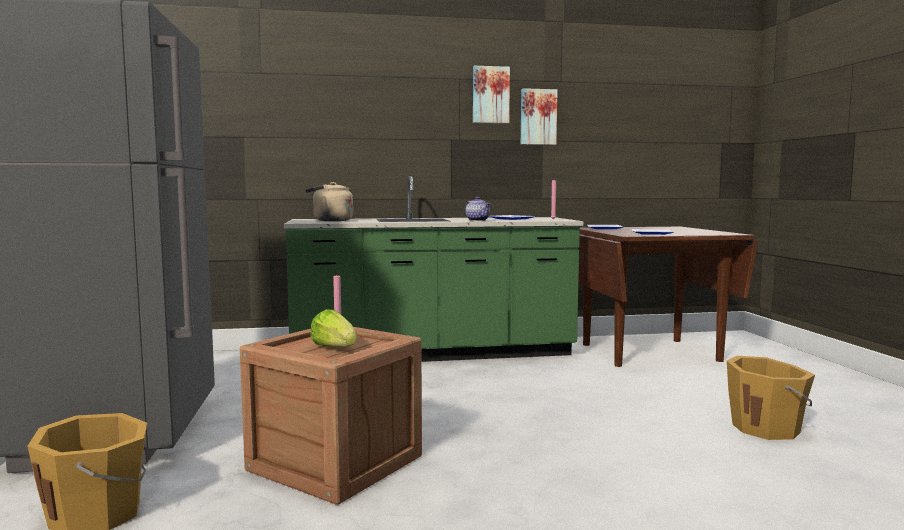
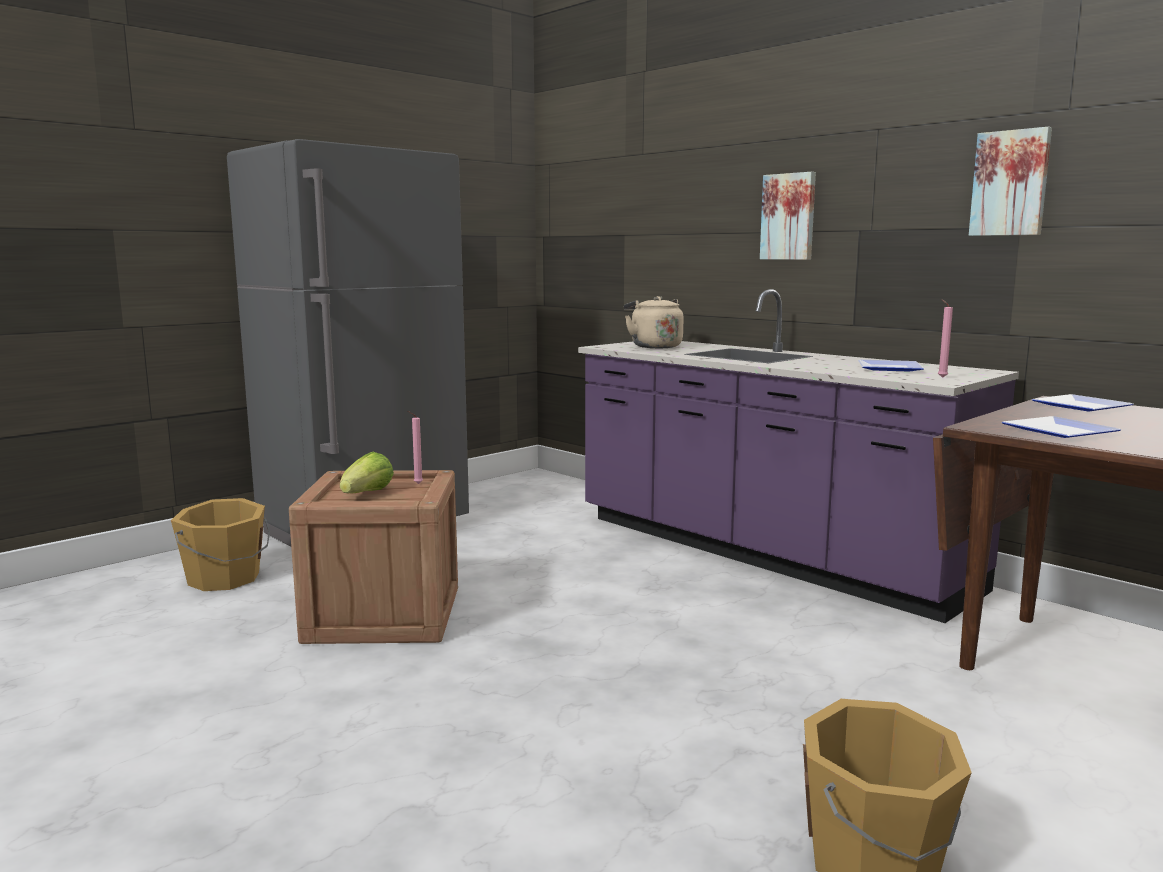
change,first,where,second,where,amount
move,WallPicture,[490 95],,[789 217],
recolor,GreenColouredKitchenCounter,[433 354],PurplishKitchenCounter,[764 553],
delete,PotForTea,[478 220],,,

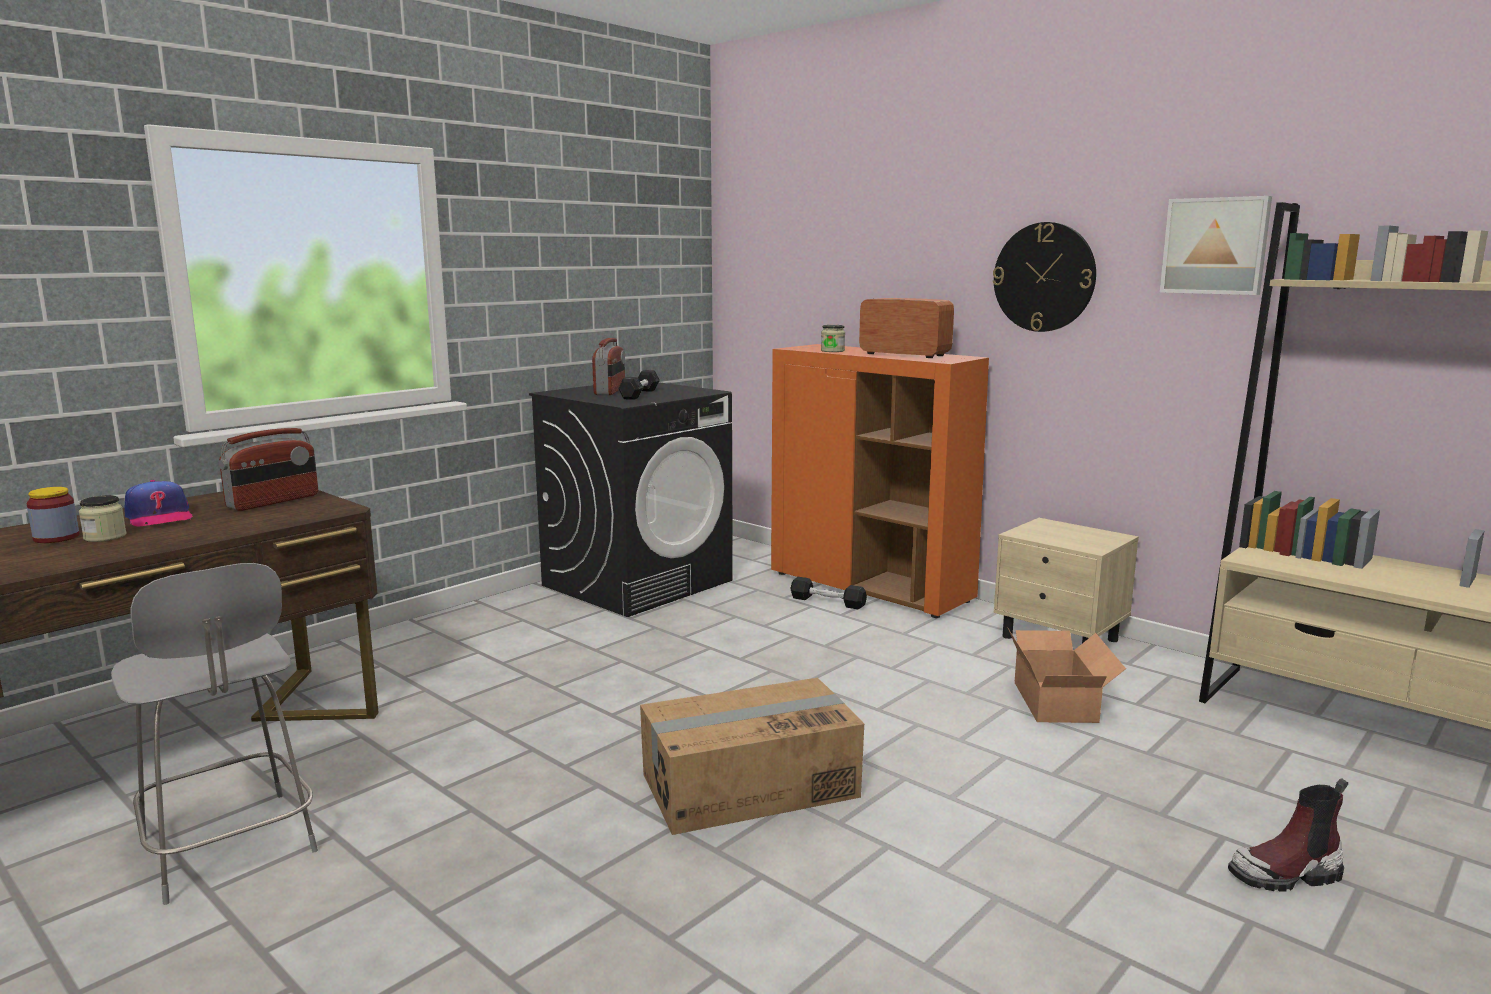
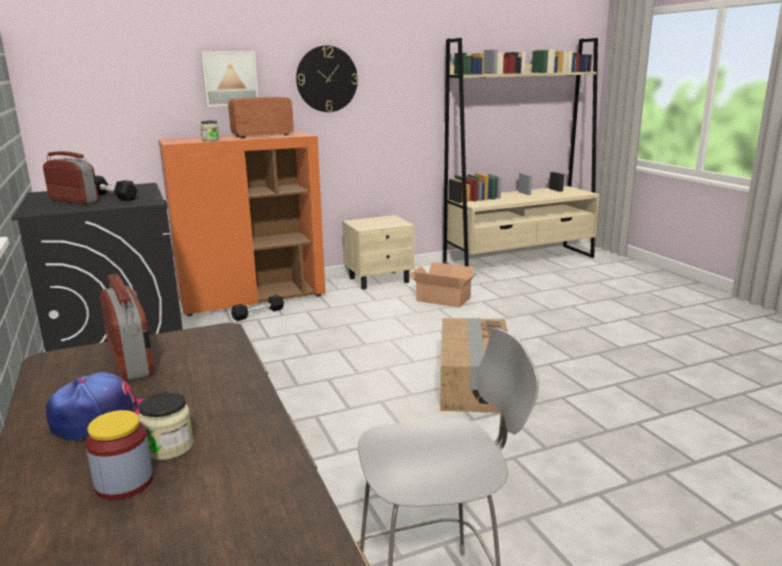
change,first,where,second,where,amount
move,WallPicture,[1215 246],,[229 78],
delete,TallBoot,[1286 874],,,

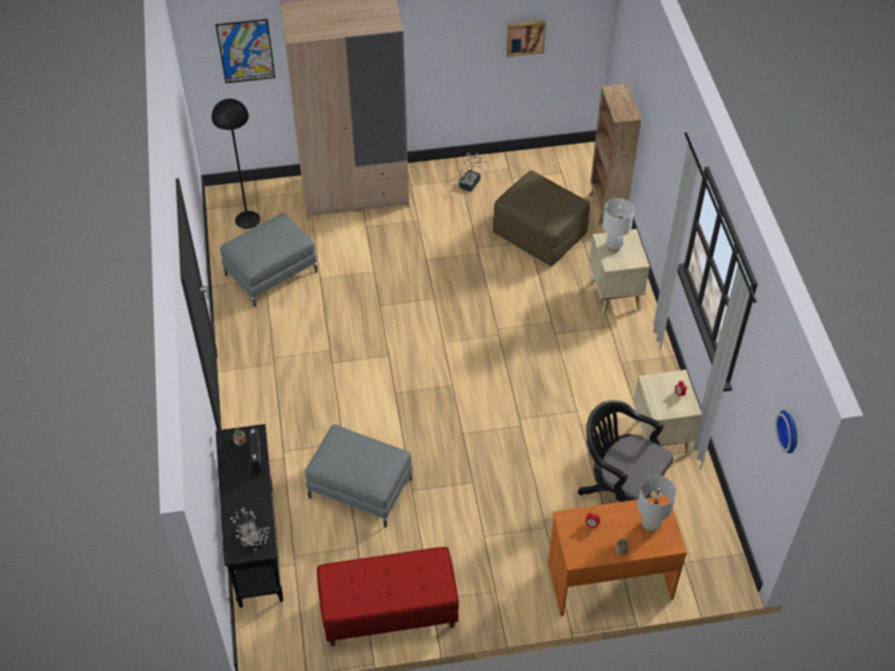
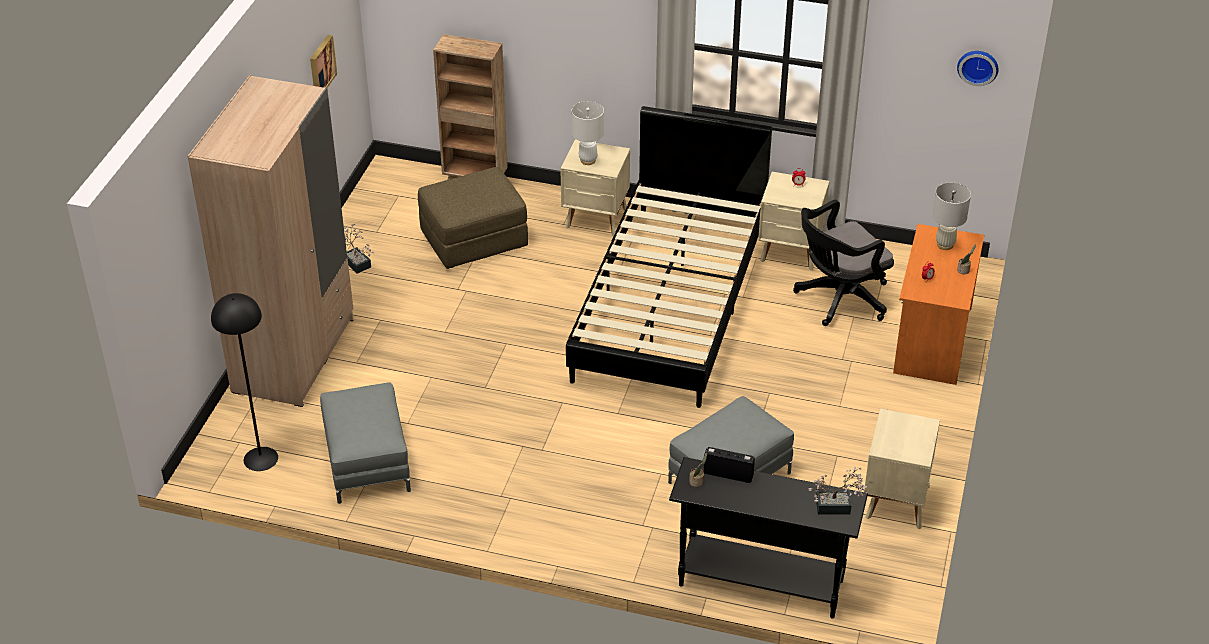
change,first,where,second,where,amount
delete,WallPicture,[246 51],,,
replace,ReddishIndoorBench,[388 612],BeigeColouredBedsideTable,[896 502],
insert,,,BlackSleepingBed,[670 304],

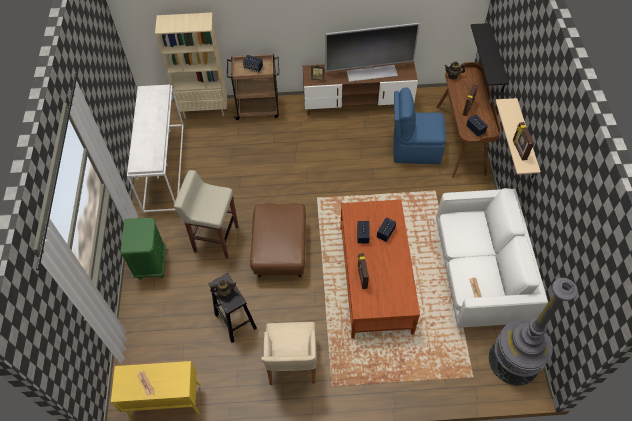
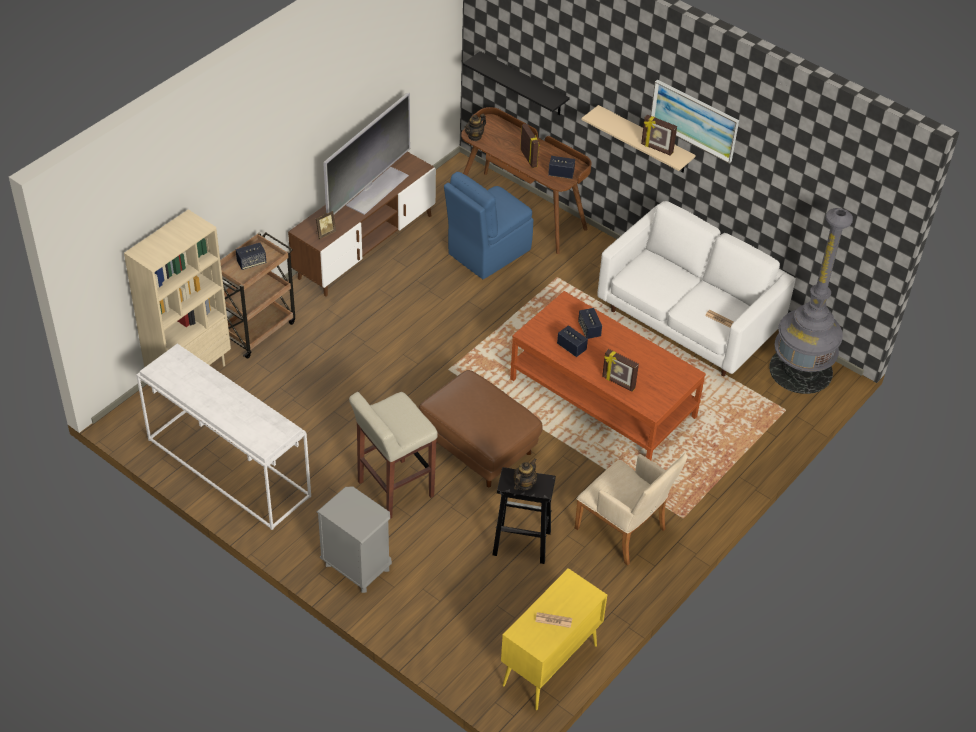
change,first,where,second,where,amount
recolor,GreenColouredBedsideTable,[152 263],GreyishBedsideTable,[356 567],
insert,,,WallPicture,[694 120],

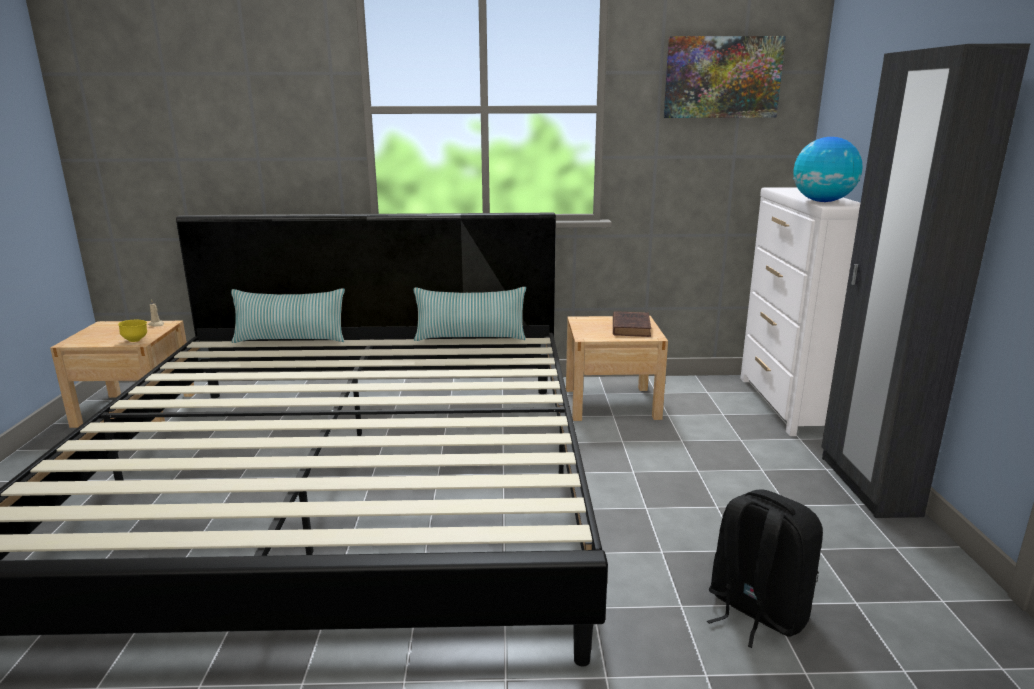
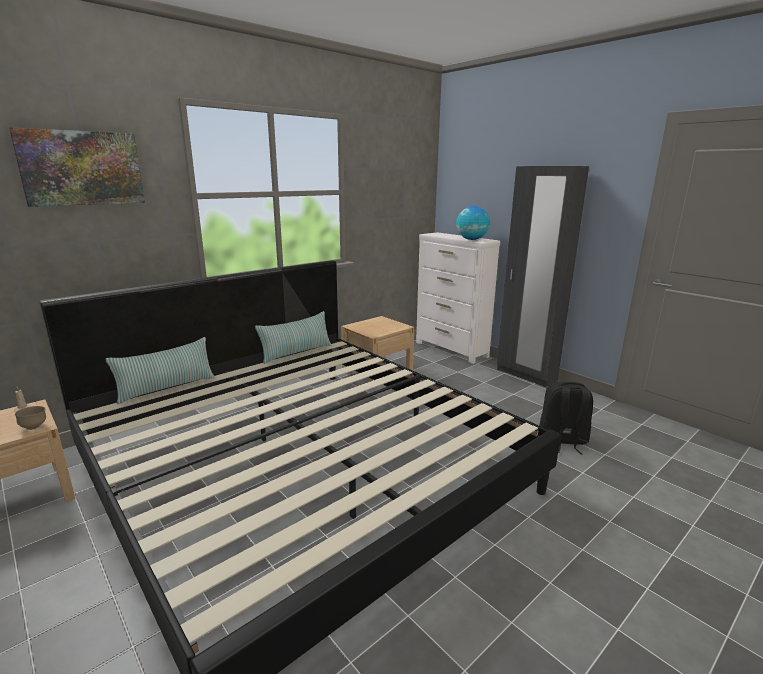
change,first,where,second,where,amount
move,WallPicture,[722 77],,[82 168],
delete,BrownVolume,[631 327],,,
recolor,YellowColouredBowl,[136 340],BrownBowl,[34 427],

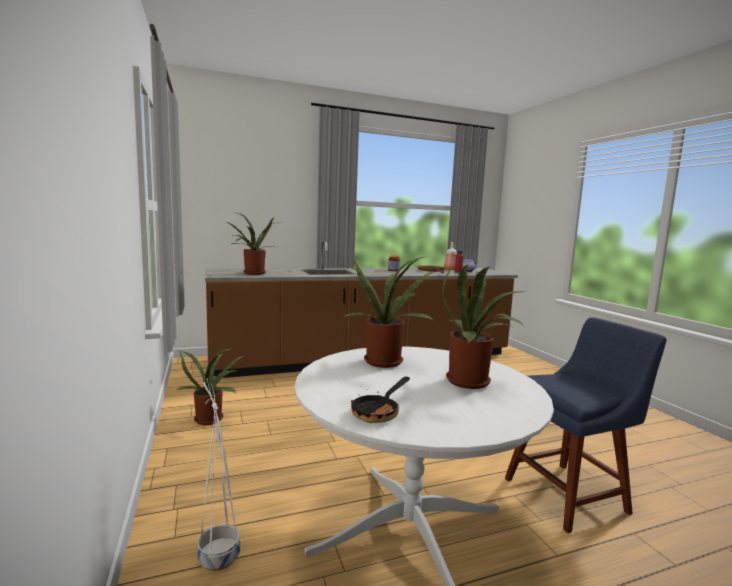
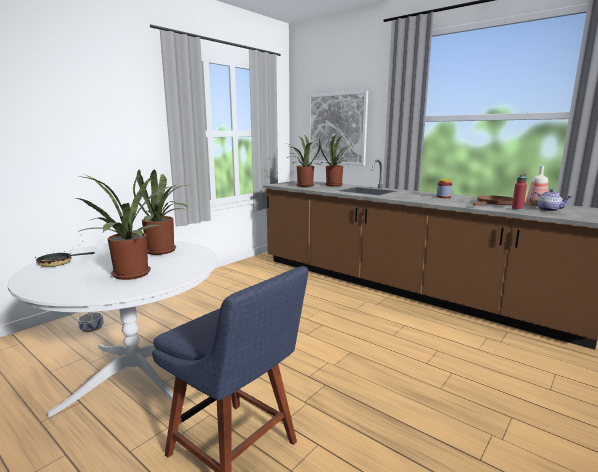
change,first,where,second,where,amount
move,PlantInAPot,[211 418],,[336 185],
insert,,,WallPicture,[336 129],

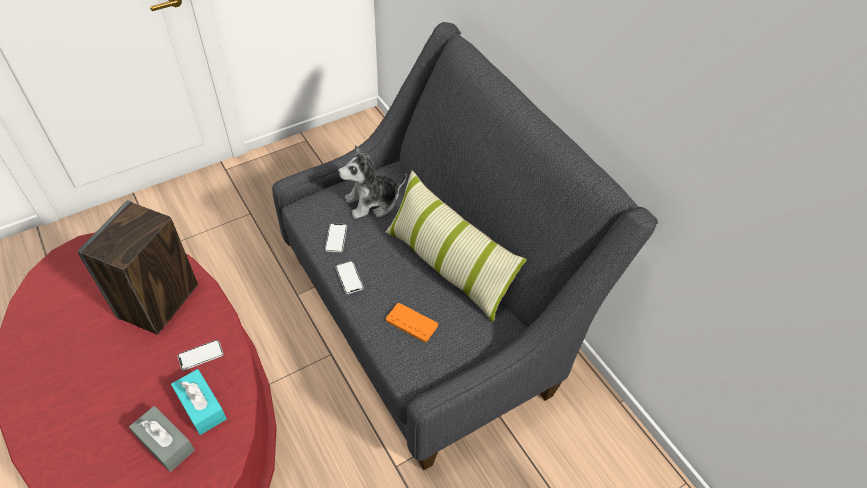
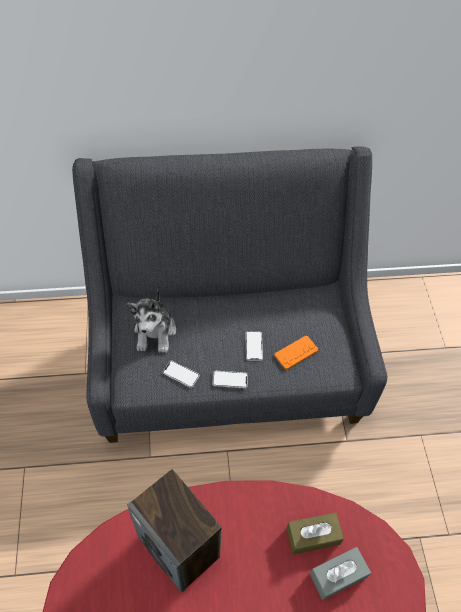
change,first,where,second,where,amount
delete,Pillow,[448 265],,,
move,Telephone,[200 355],,[254 346],
recolor,TurquoiseColouredBoxOfTissues,[201 407],BrownBoxOfTissues,[313 536],

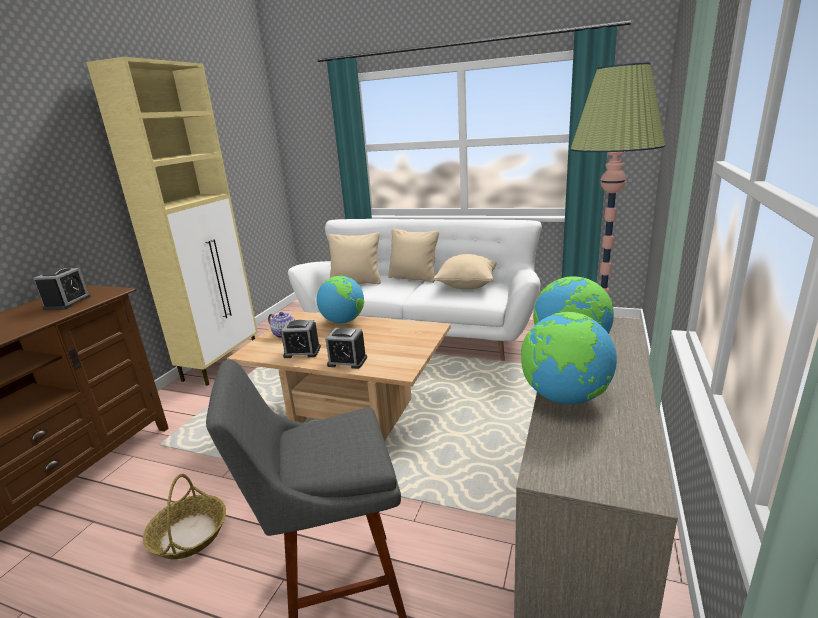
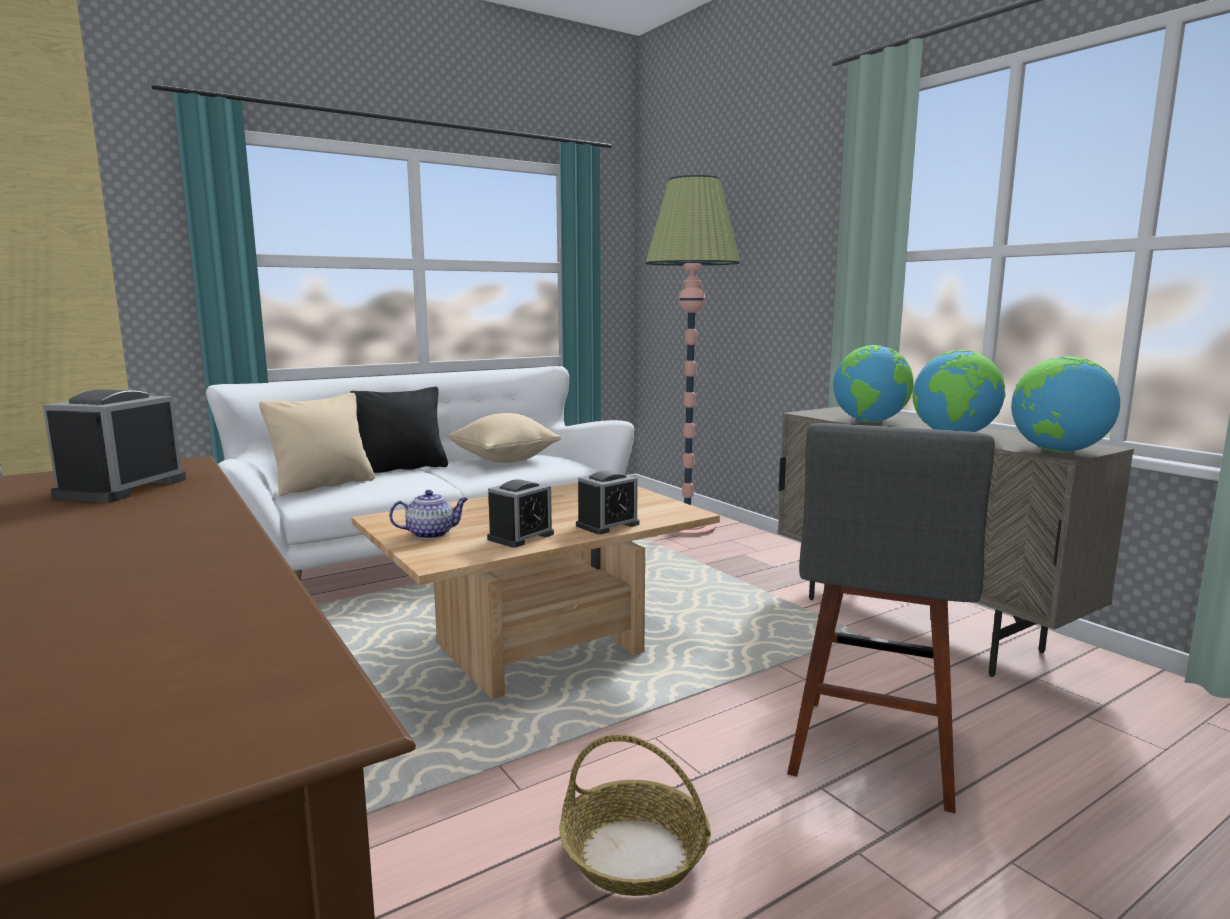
change,first,where,second,where,amount
recolor,BeigeColouredPillow,[413 278],BlackPillow,[402 468],
rotate,AlarmClock,[67 303],,[122 488],120 degrees counterclockwise
move,Globe,[343 321],,[1057 451],

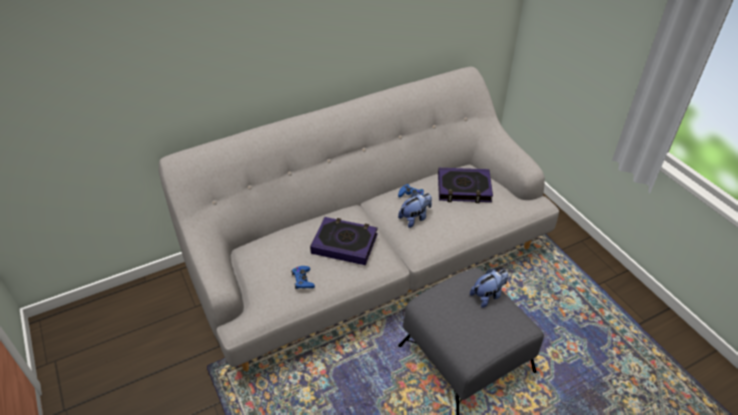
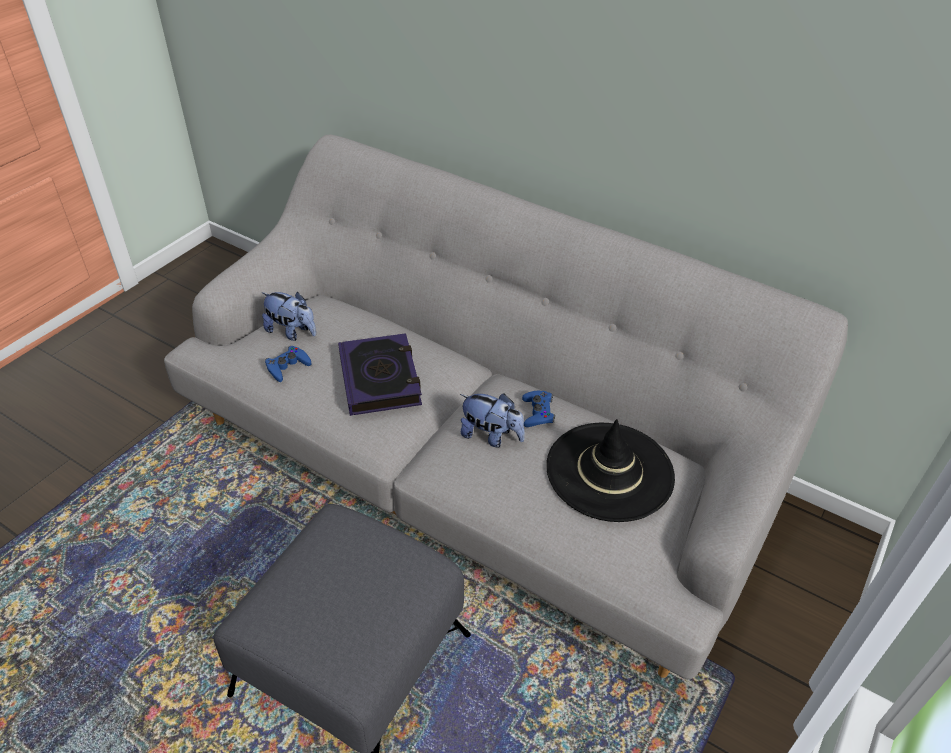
change,first,where,second,where,amount
replace,Volume,[464 189],BlackClothingHat,[609 471],
move,CuddlyToy,[488 295],,[292 332],

